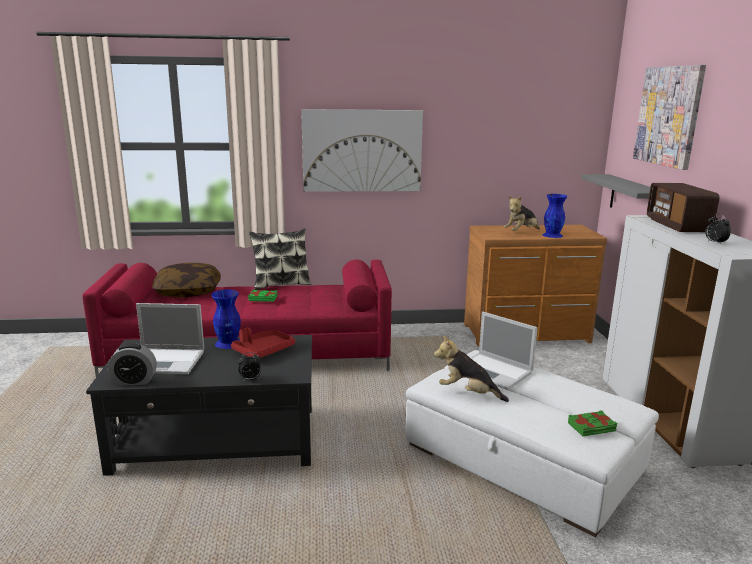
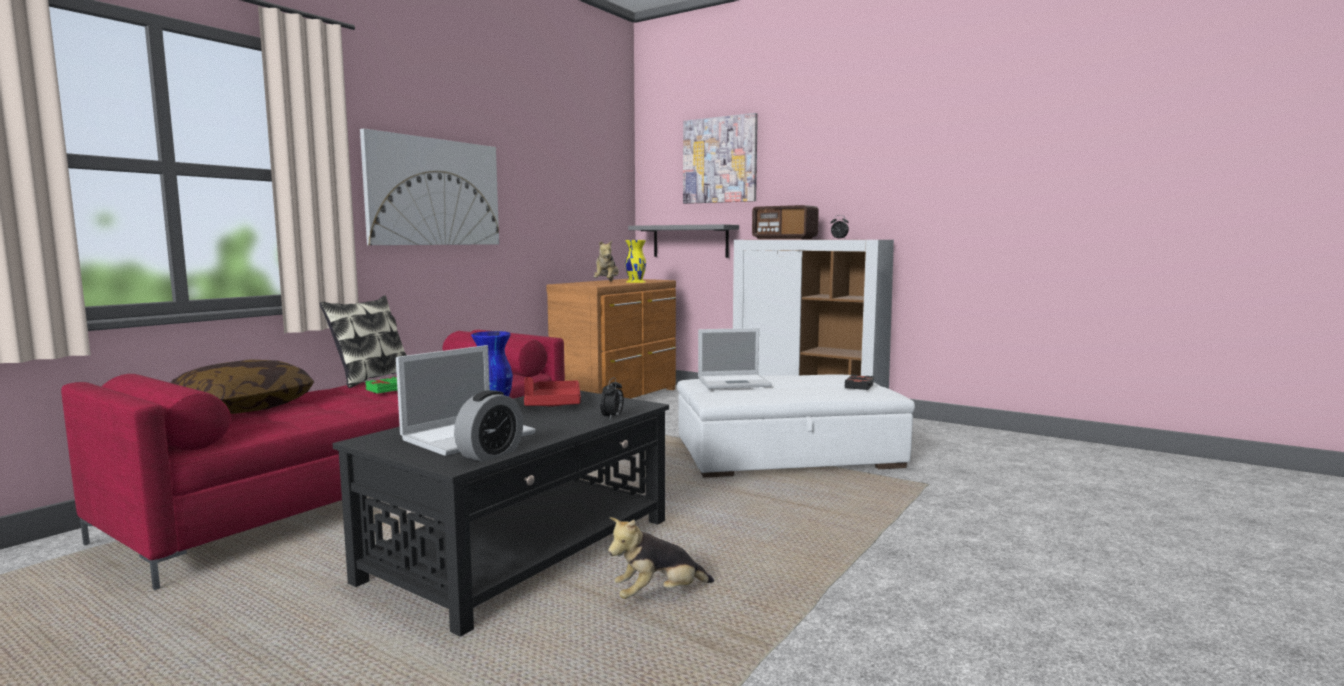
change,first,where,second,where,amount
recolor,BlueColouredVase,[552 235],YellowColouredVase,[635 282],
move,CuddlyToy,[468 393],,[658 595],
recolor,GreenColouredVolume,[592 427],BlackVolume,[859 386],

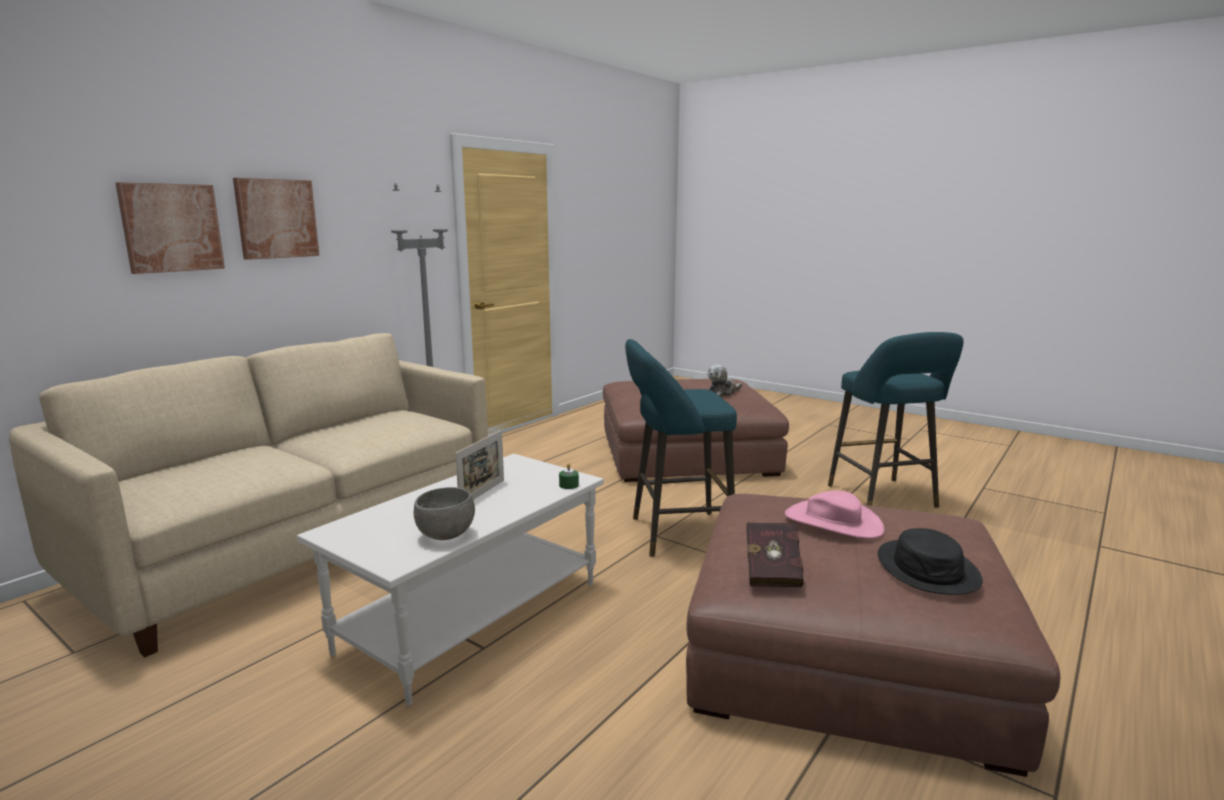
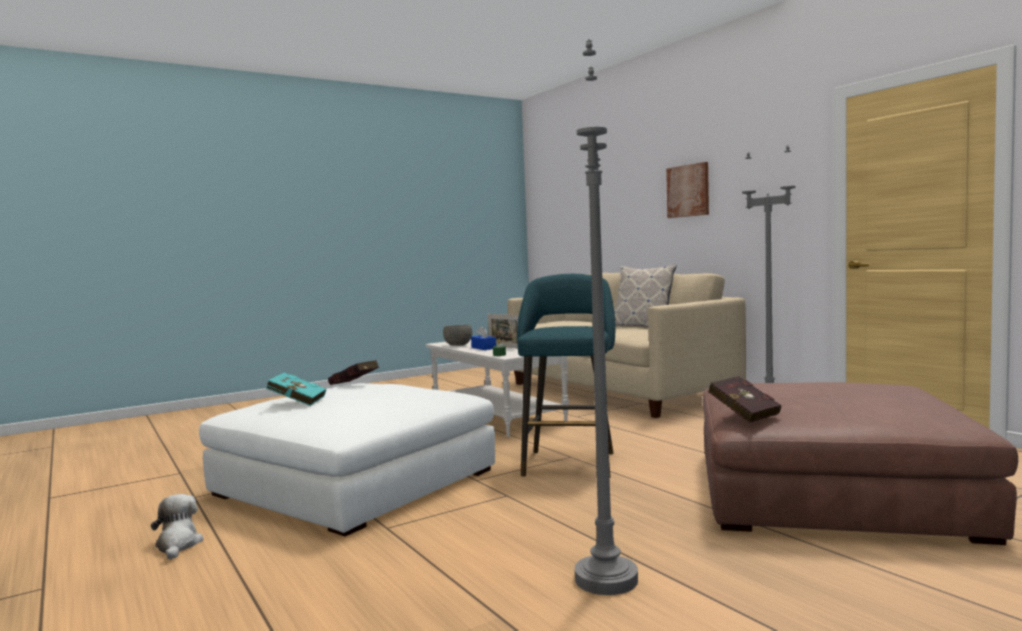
change,first,where,second,where,amount
delete,WallPicture,[171 228],,,
replace,TurquoiseColouredSittingStool,[885 498],GreyishFloorLamp,[605 579],
move,CuddlyToy,[723 393],,[178 545],
delete,PinkishClothingHat,[833 522],,,
recolor,BrownPouffe,[845 650],WhitishPouffe,[355 482],
replace,BlackClothingHat,[928 569],TurquoiseColouredVolume,[295 402],
insert,,,Pillow,[643 327],
insert,,,BlueColouredBoxOfTissues,[483 348],
insert,,,ReddishVolume,[742 414],

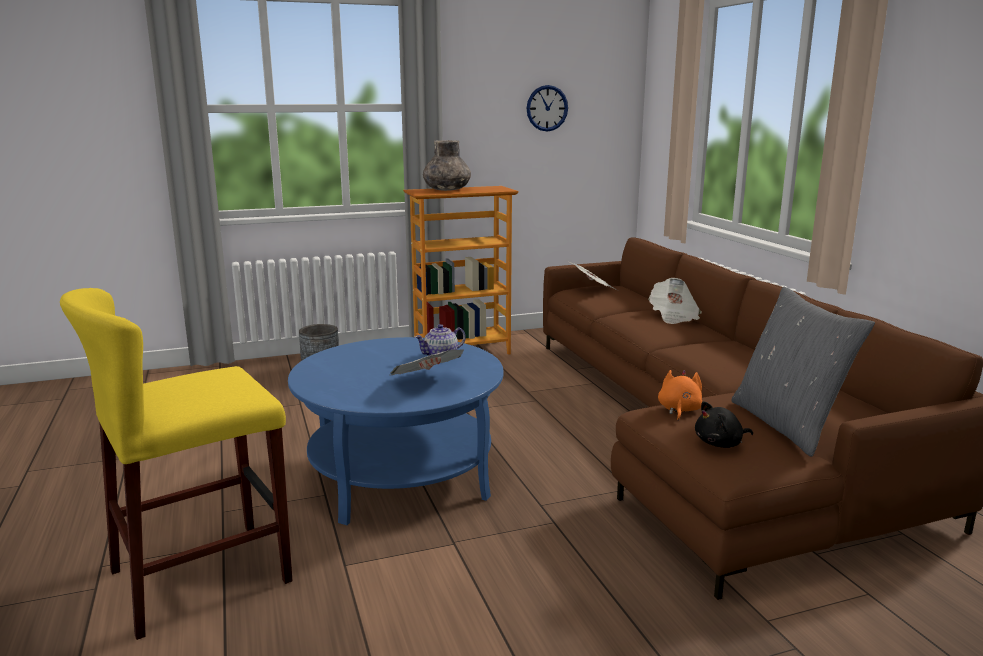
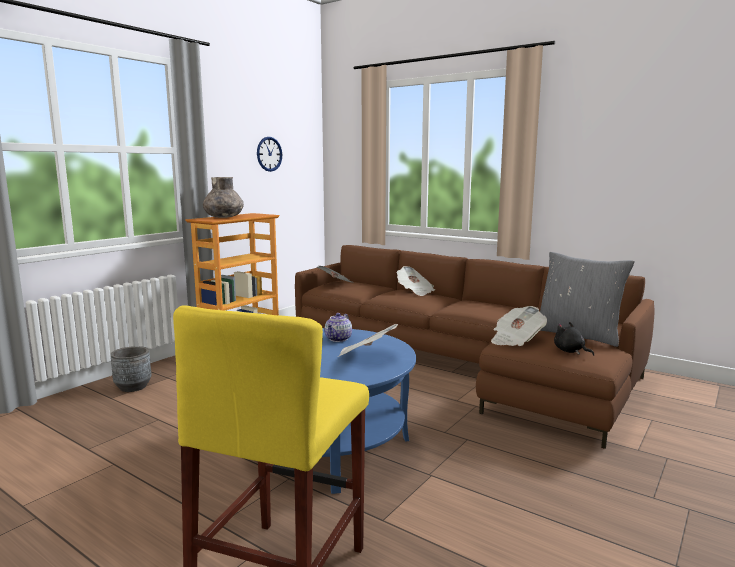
change,first,where,second,where,amount
replace,OrangeyCuddlyToy,[679 410],DailyPaper,[516 340],
rotate,BlackCuddlyToy,[720 444],,[570 351],105 degrees clockwise

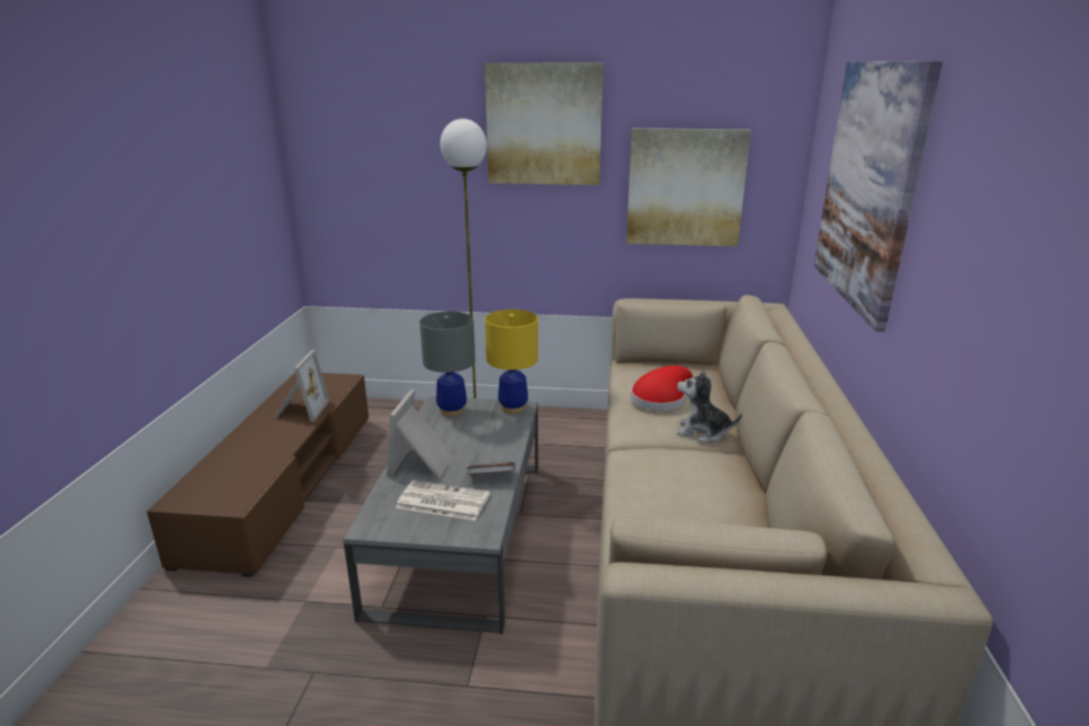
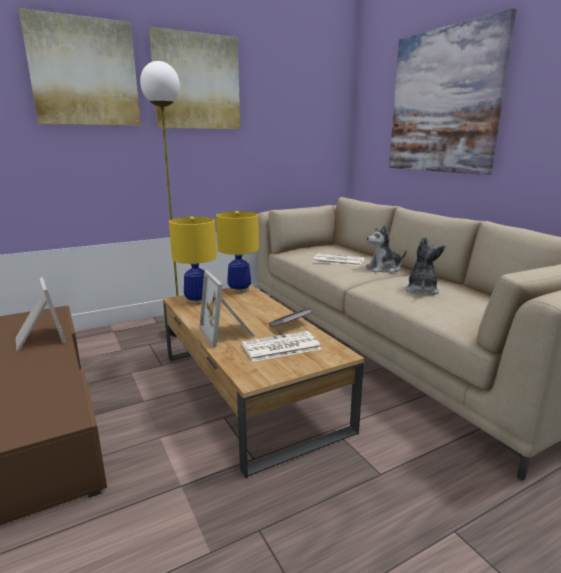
change,first,where,second,where,amount
move,WallPicture,[685 188],,[84 72],
recolor,GreyishLampForATable,[452 410],YellowColouredLampForATable,[197 301],
replace,ReddishClothingHat,[661 399],DailyPaper,[337 260],
recolor,GreyishLoungeTable,[460 533],BrownLoungeTable,[249 390],
insert,,,CuddlyToy,[421 290],

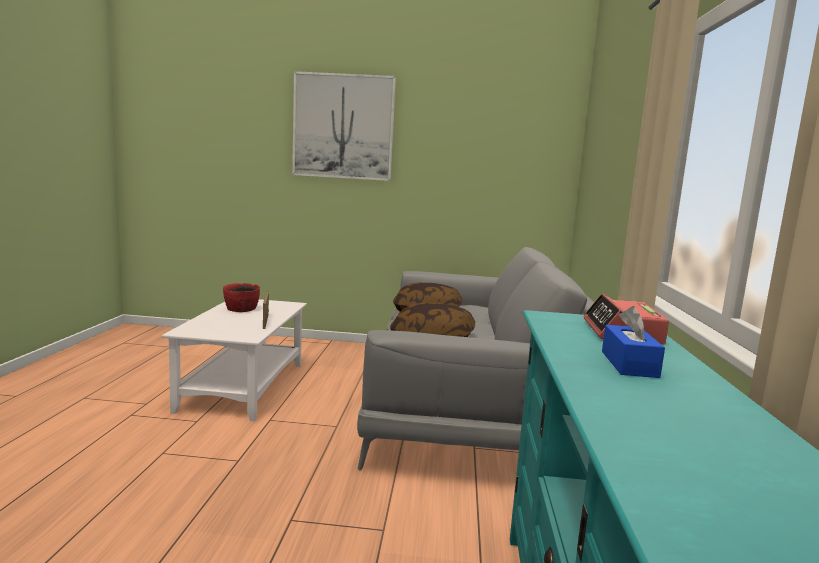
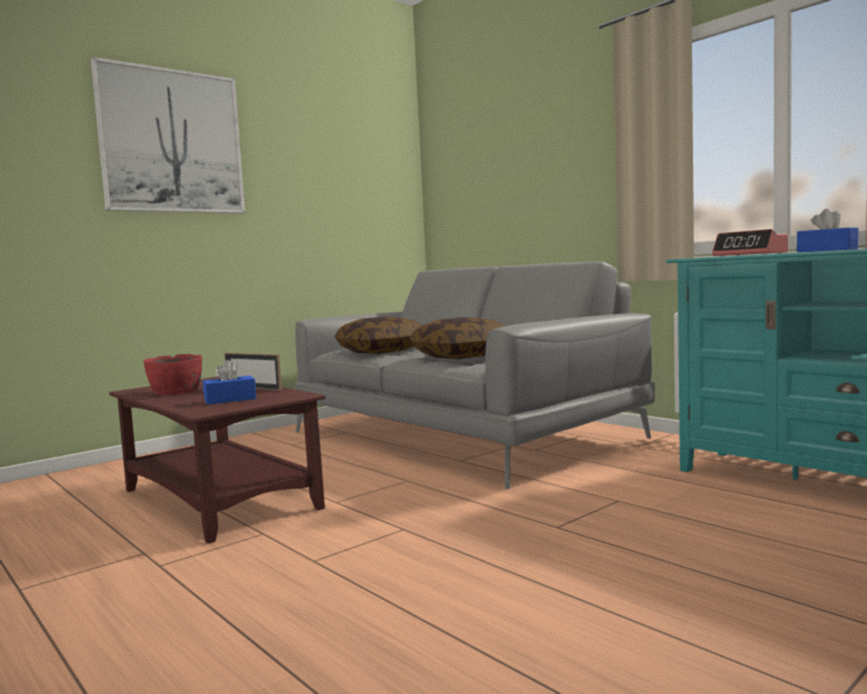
change,first,where,second,where,amount
recolor,WhitishLoungeTable,[243 387],BrownLoungeTable,[221 499],
insert,,,BlueColouredBoxOfTissues,[230 399],

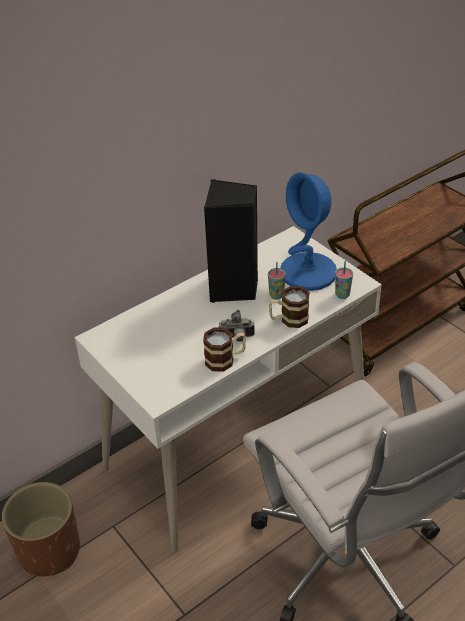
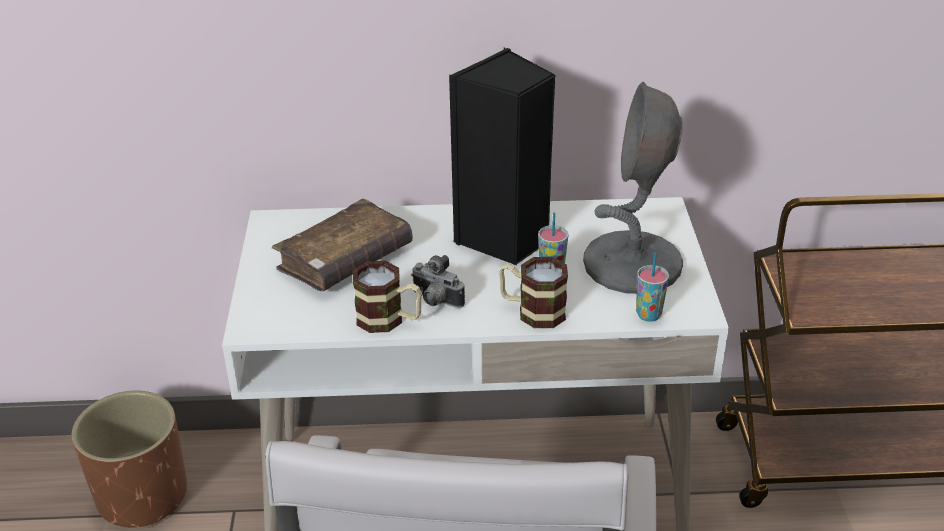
change,first,where,second,where,amount
recolor,BlueColouredLampForATable,[308 272],GreyishLampForATable,[632 264],
insert,,,BrownVolume,[345 260],

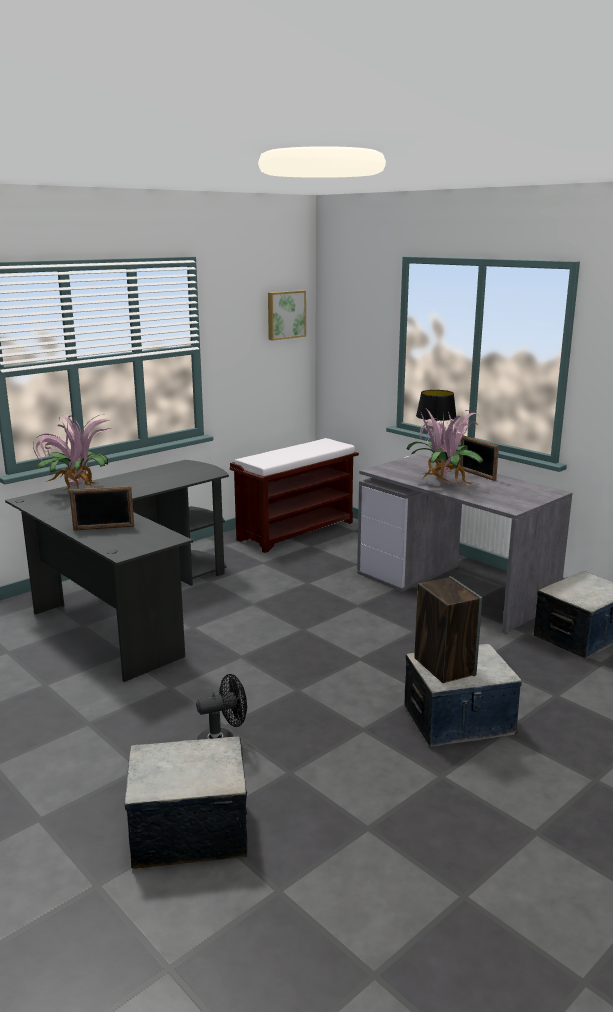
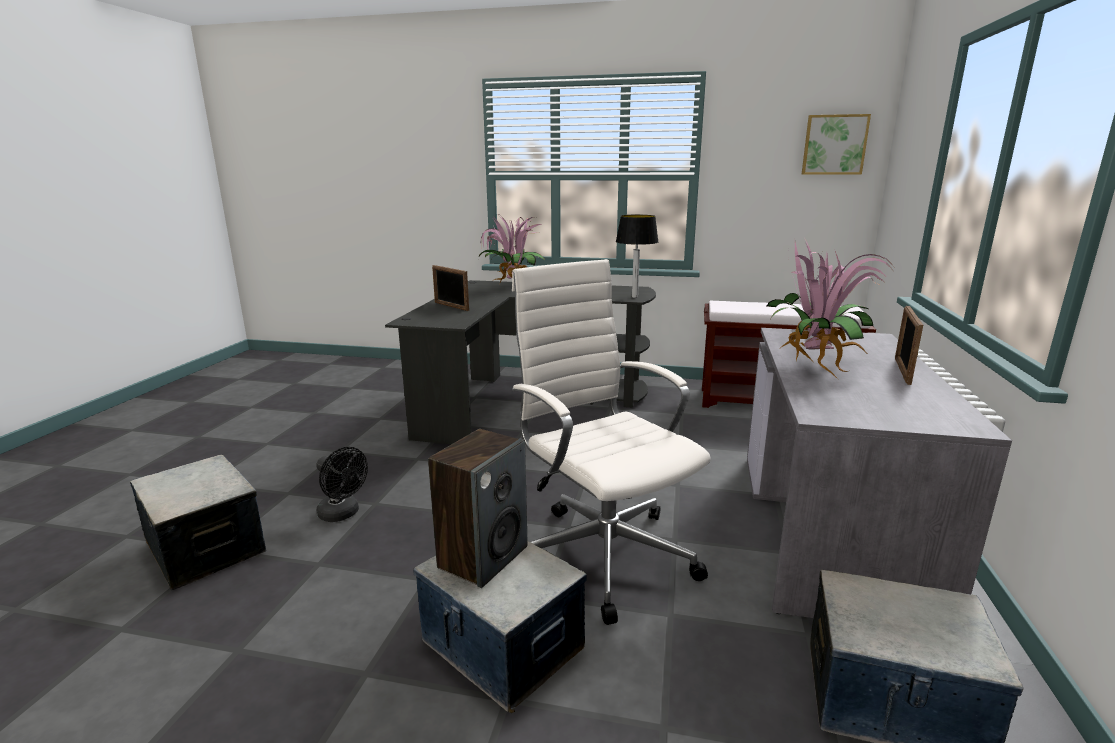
change,first,where,second,where,amount
move,LampForATable,[433 467],,[635 297],
insert,,,WhitishDeskChair,[603 552],

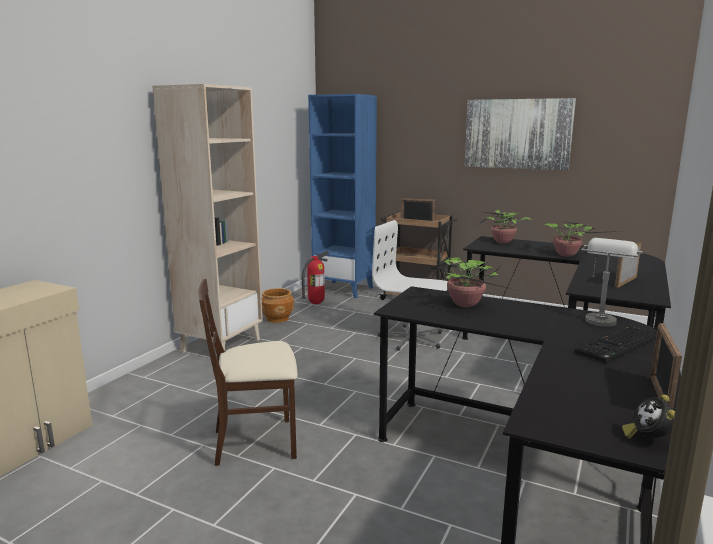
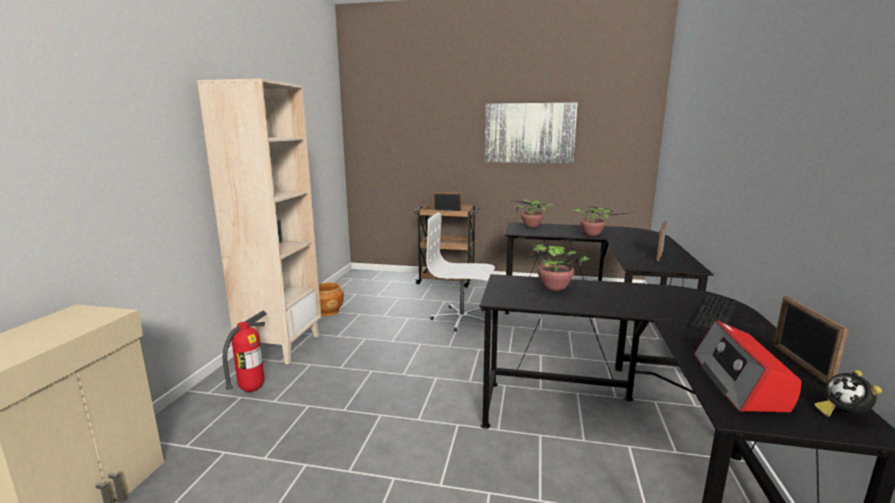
change,first,where,second,where,amount
delete,BlueColouredShelvingUnit,[344 289],,,
delete,GreyishLampForATable,[601 318],,,
move,FireFightingCylinder,[316 303],,[252 389],
delete,BeigeColouredPlainChair,[256 442],,,
insert,,,Radio,[740 382],

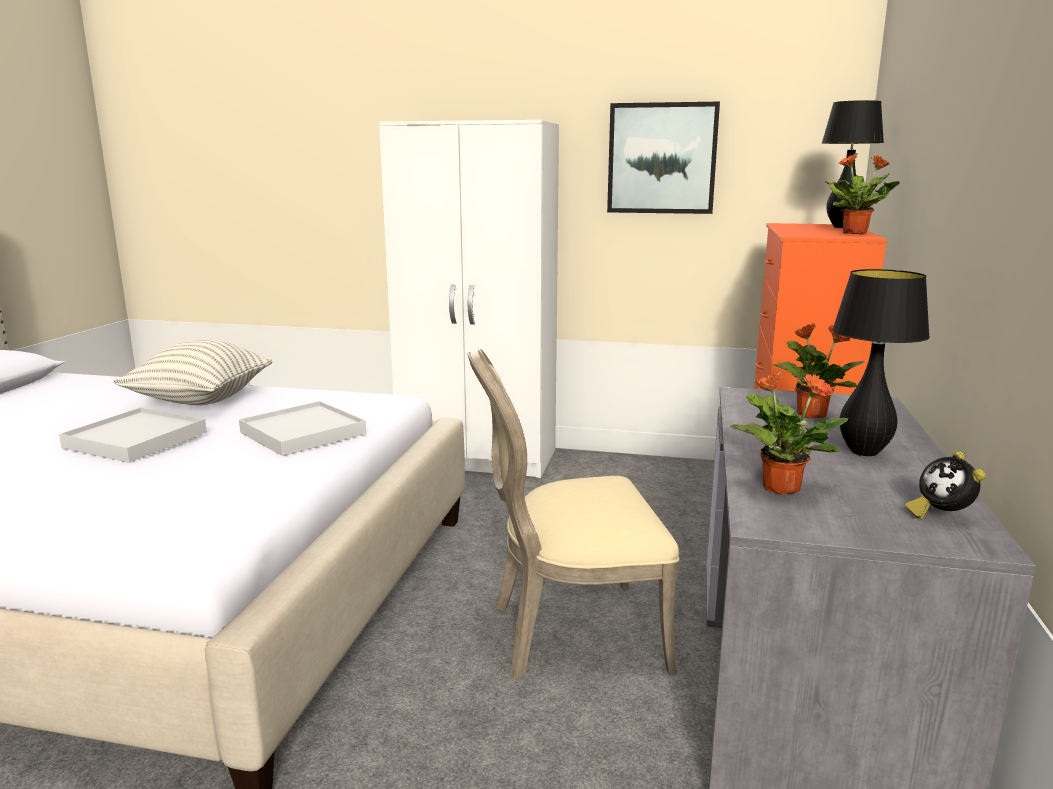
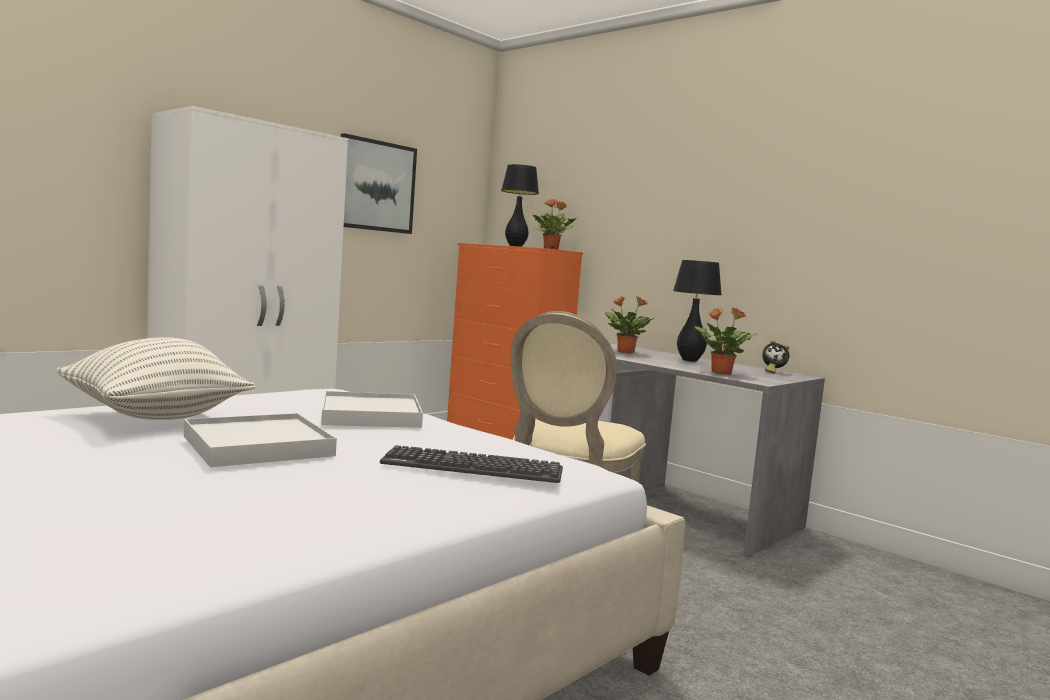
change,first,where,second,where,amount
insert,,,PcKeyboard,[472 467],

